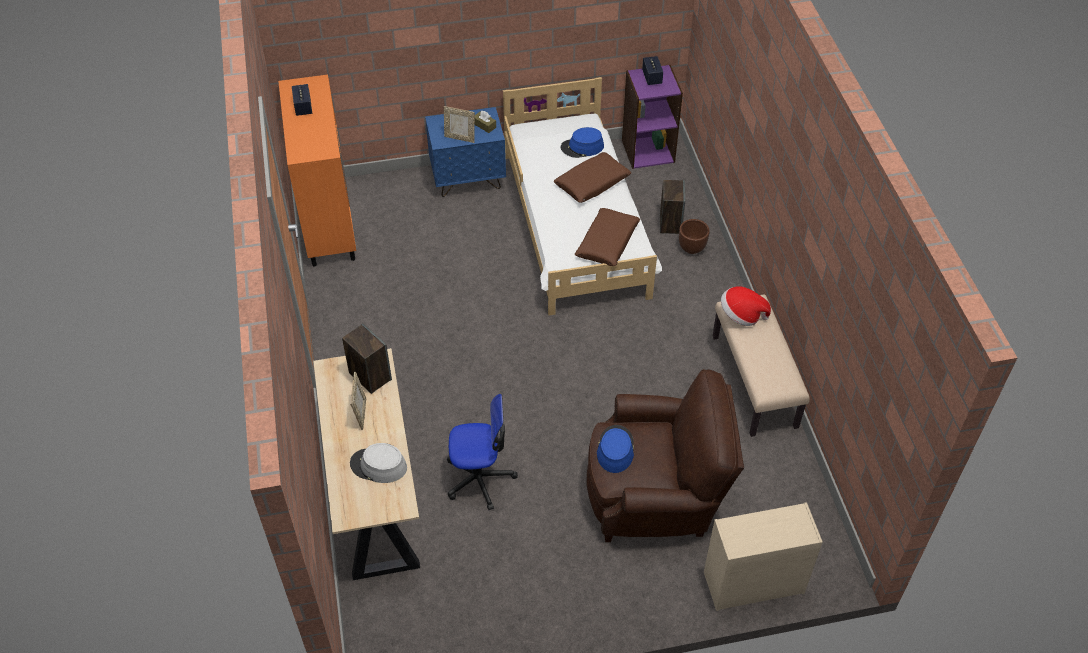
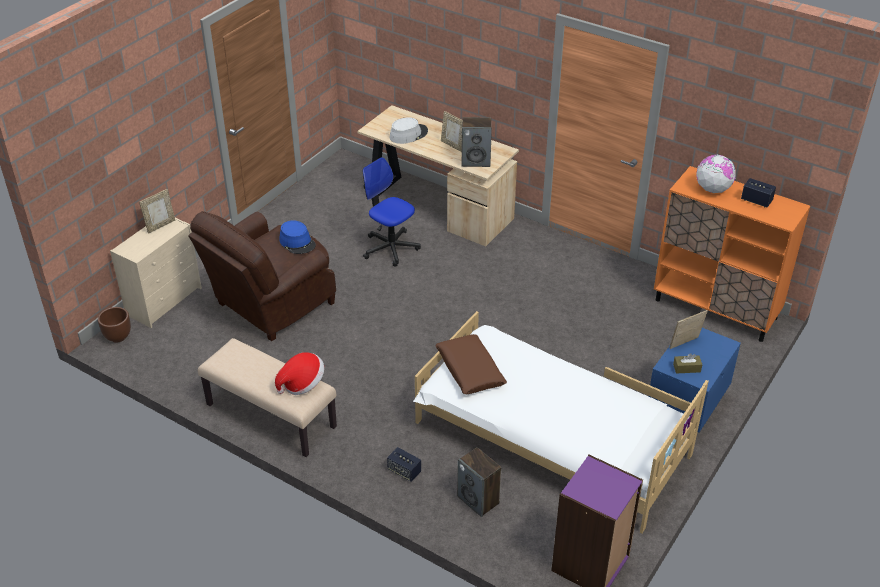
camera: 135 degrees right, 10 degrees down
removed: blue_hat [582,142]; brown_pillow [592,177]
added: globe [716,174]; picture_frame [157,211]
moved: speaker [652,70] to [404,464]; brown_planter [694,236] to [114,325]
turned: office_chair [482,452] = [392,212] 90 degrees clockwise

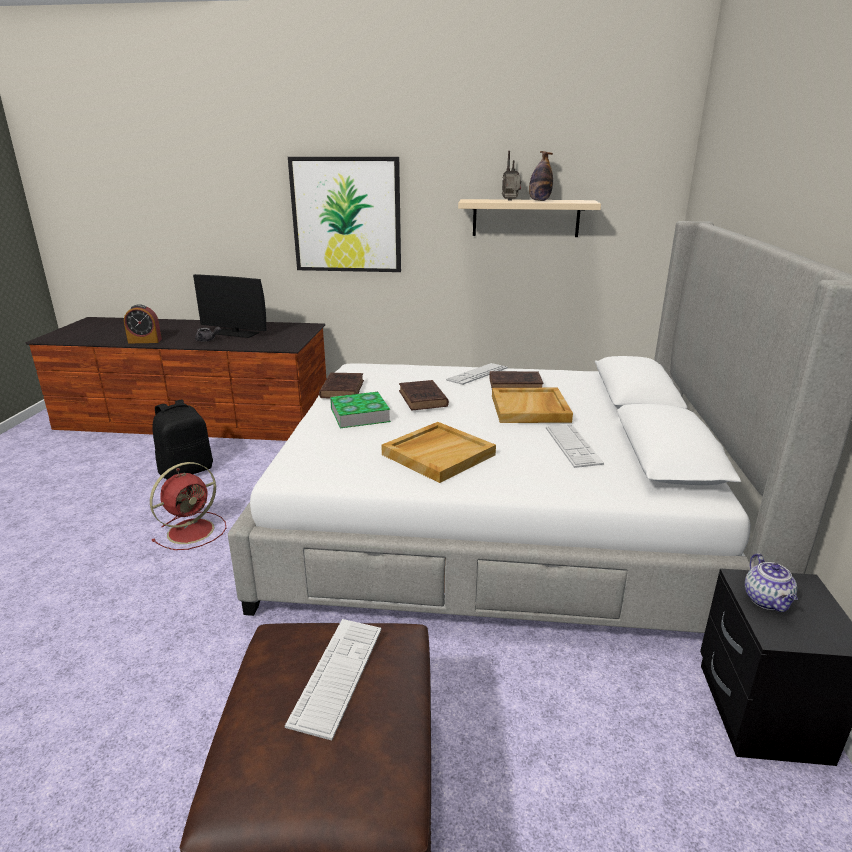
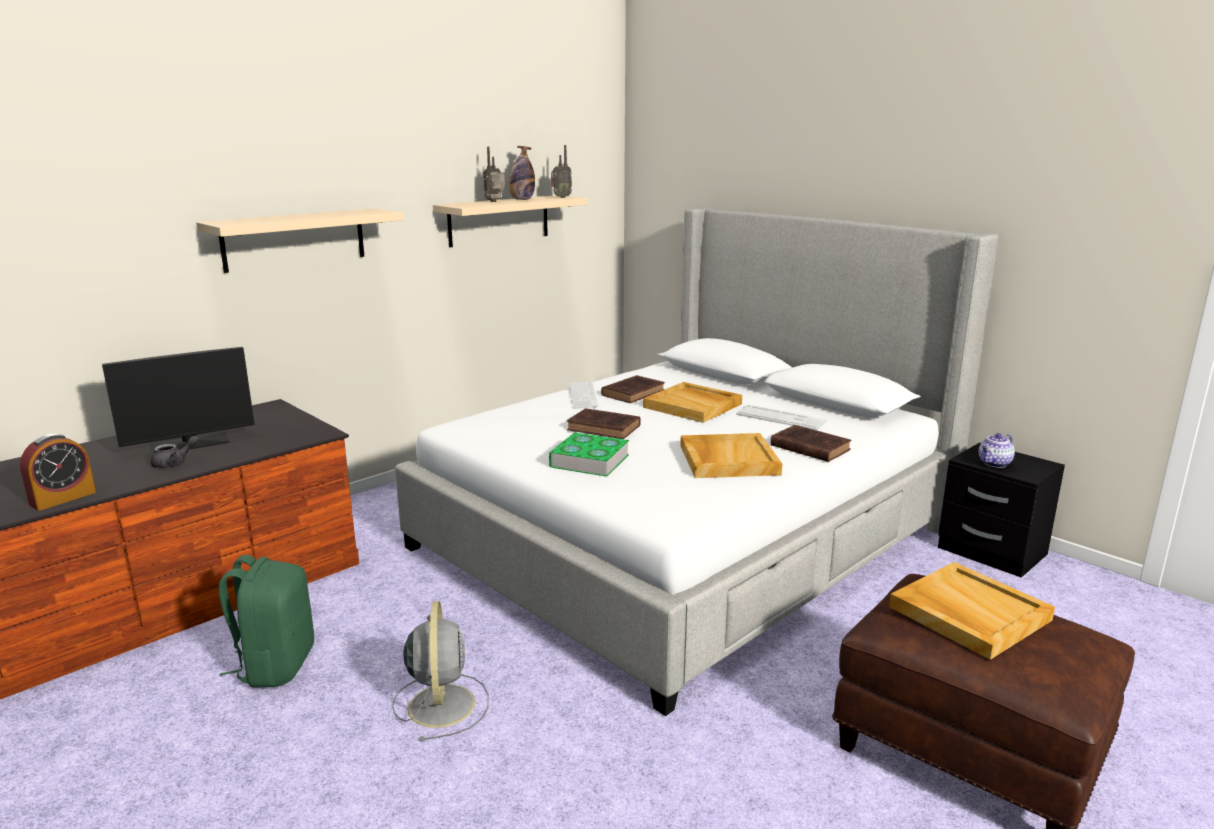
camera: 50 degrees left, 5 degrees down
added: radio [561,171]
moved: brown_book [341,385] to [811,443]
replaced: picture [344,214] to beige_shelf [300,240]; keyboard [333,680] to beige_tray [972,611]
recoloured: black_backpack [182,439] to green_backpack [266,621]; red_fan [188,506] to grey_fan [440,671]
turned: teapot [771,582] = [997,450] 105 degrees clockwise

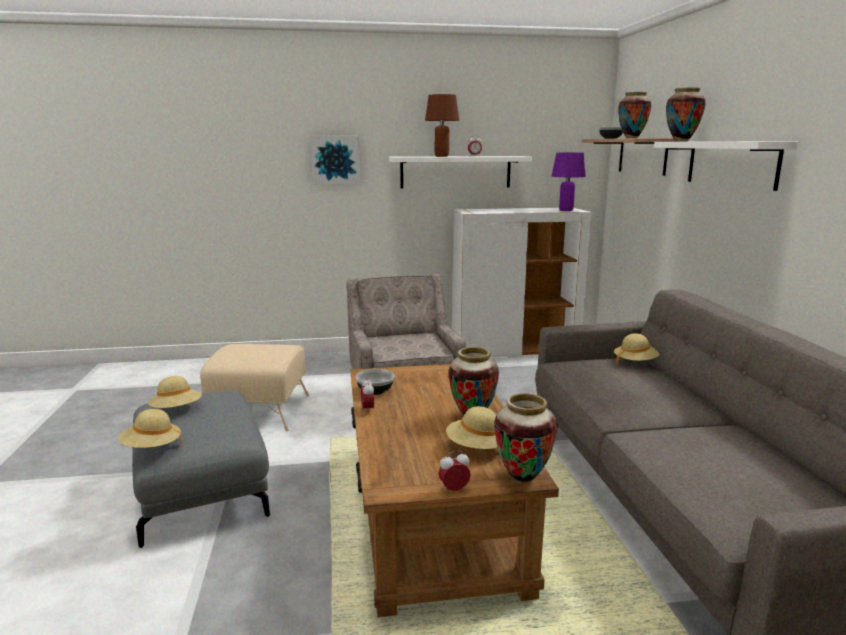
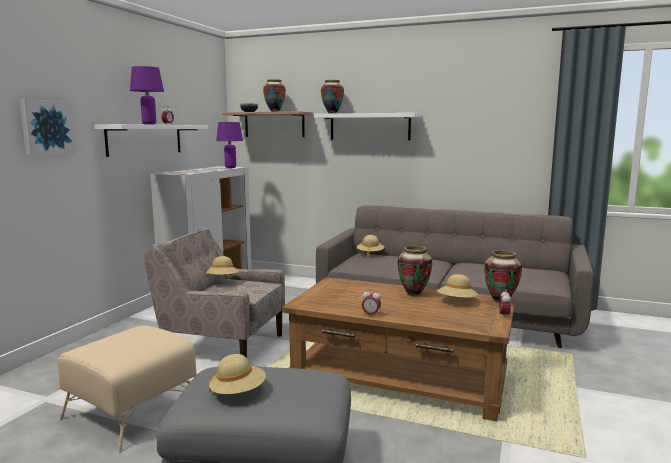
camera: 60 degrees left, 5 degrees down
removed: bowl [375,382]
moved: beige_hat [151,428] to [222,265]
recoloured: brown_table_lamp [442,125] to purple_table_lamp [147,95]

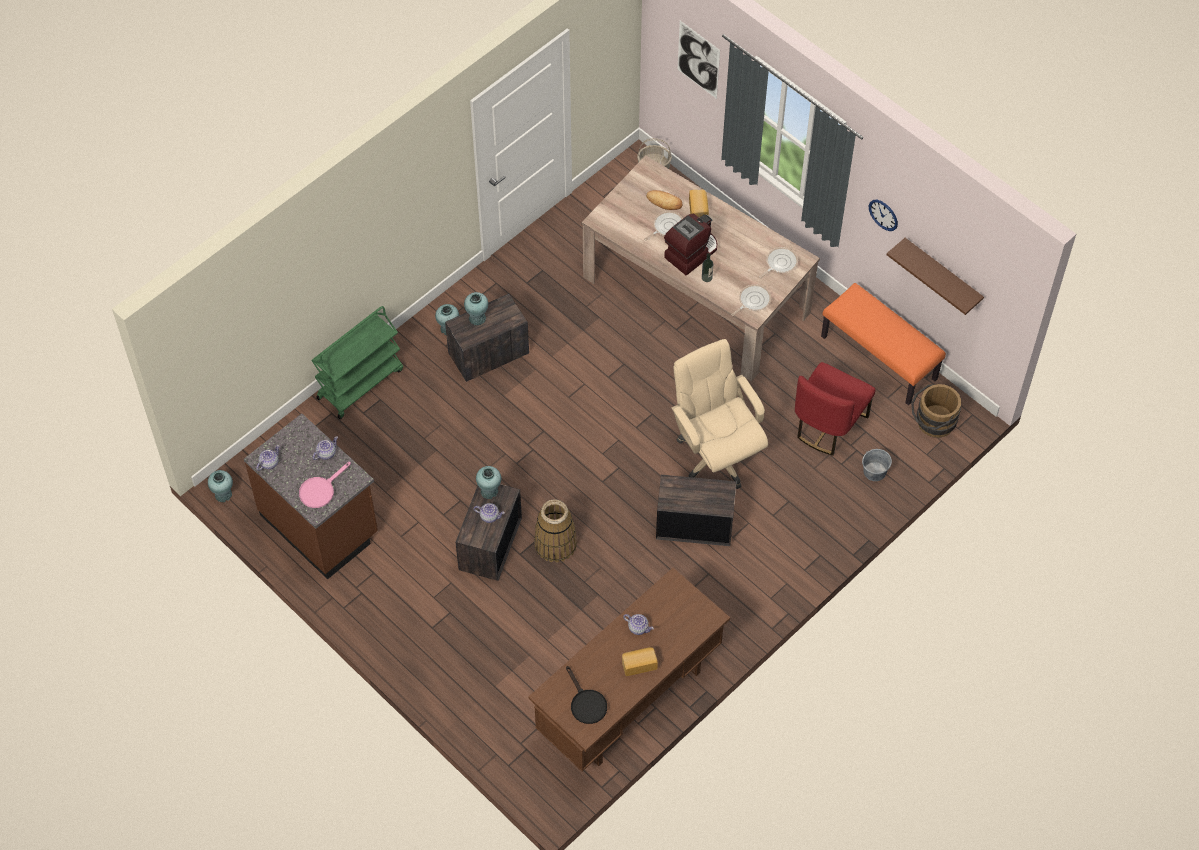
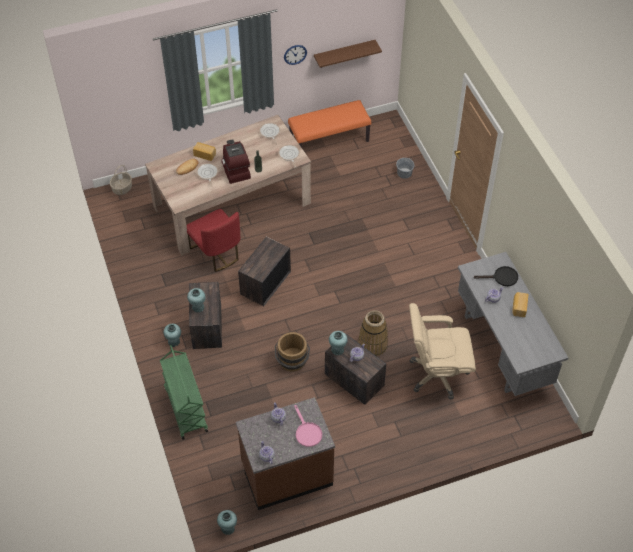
camera: 65 degrees left, 5 degrees down
removed: picture [698,60]
moved: beige_office_chair [719,414] to [442,351]; red_chair [835,409] to [213,240]; brown_bucket [936,411] to [292,352]; crate [696,510] to [264,271]; black_frying_pan [586,695] to [496,276]
recoloured: brown_desk [629,670] to grey_desk [513,324]

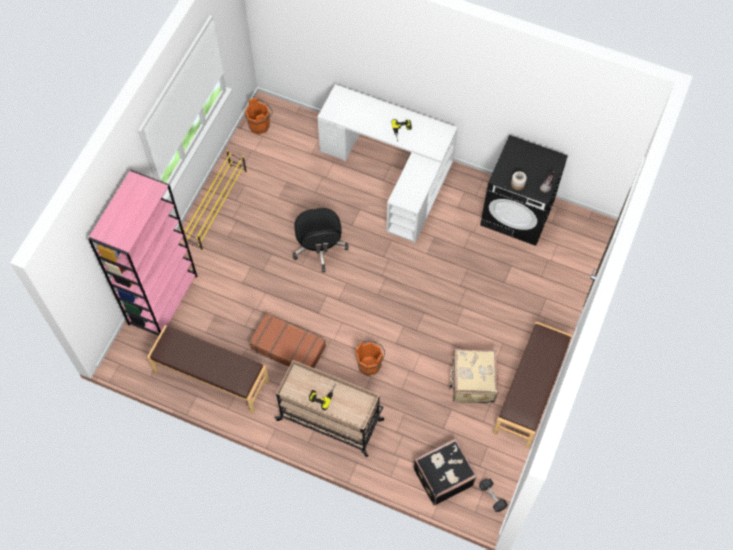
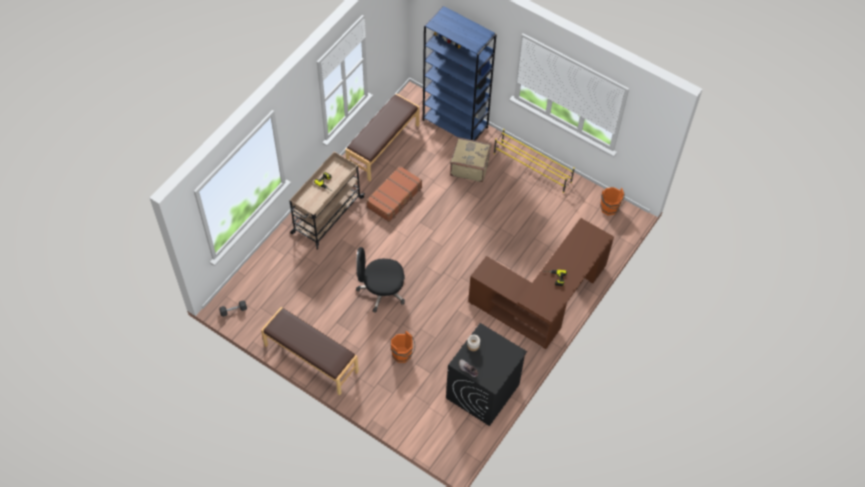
camera: 100 degrees right, 5 degrees down
removed: black_suitcase [445,472]
moved: black_office_chair [321,240] to [380,280]; orange_bucket [370,358] to [403,347]; beige_suitcase [473,376] to [470,159]
recoloured: white_desk [387,163] to brown_desk [541,283]; pink_bookcase [142,252] to blue_bookcase [460,73]

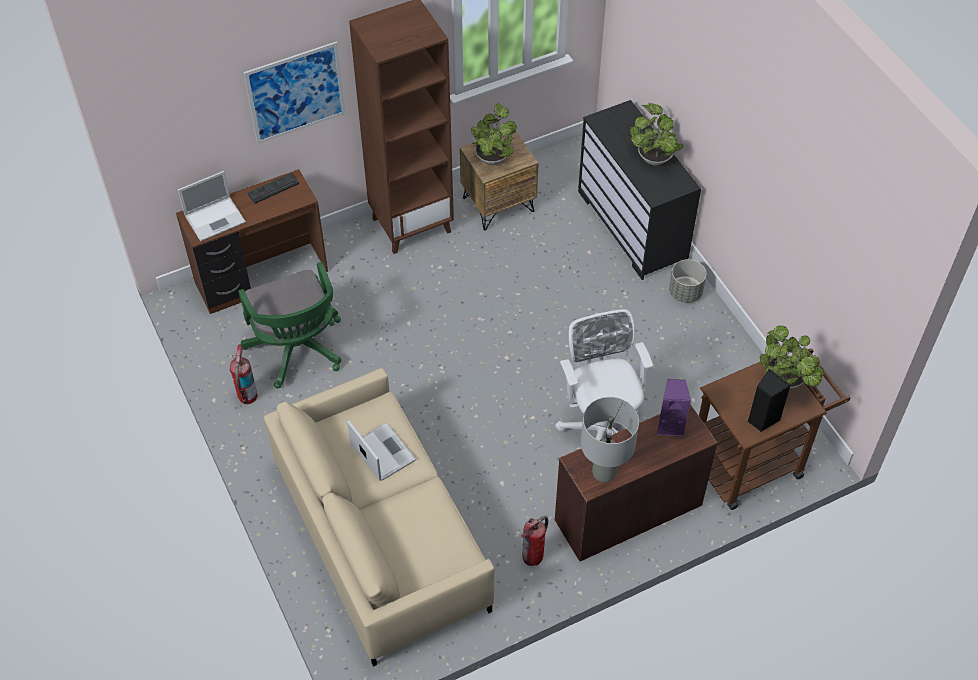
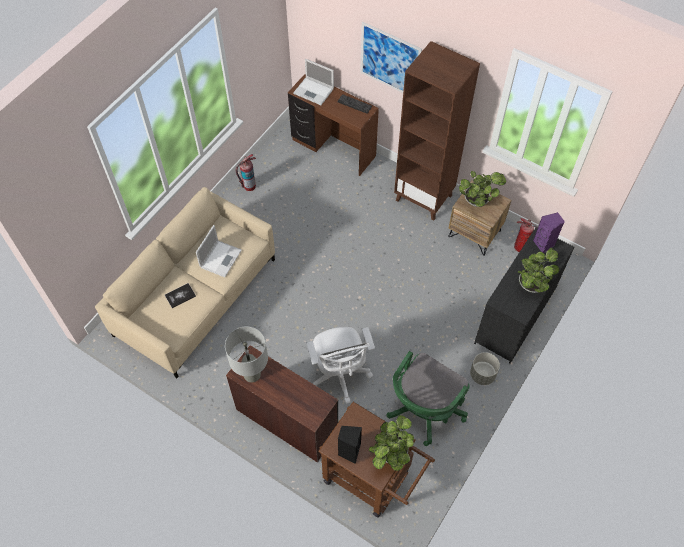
camera: 60 degrees right, 5 degrees up
added: book [180,295]
moved: green_office_chair [289,325] to [428,398]; purple_speaker [674,407] to [549,232]; fire_extinguisher [534,541] to [526,235]
turned: white_office_chair [604,374] = [340,365] 120 degrees clockwise

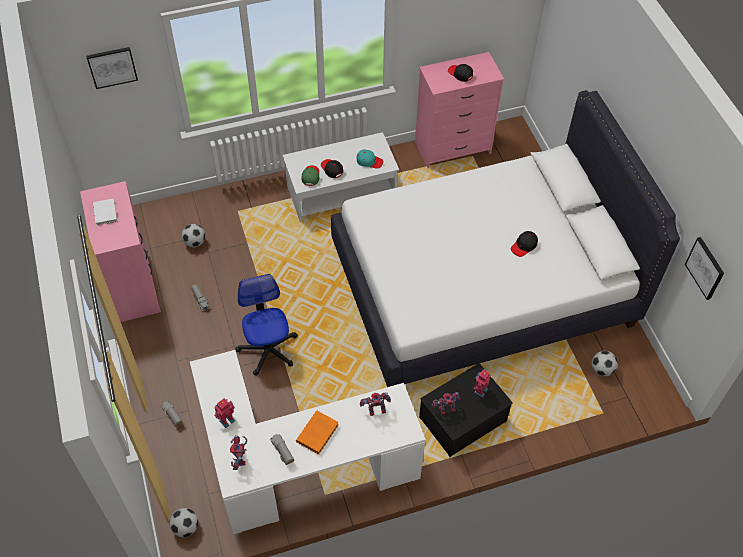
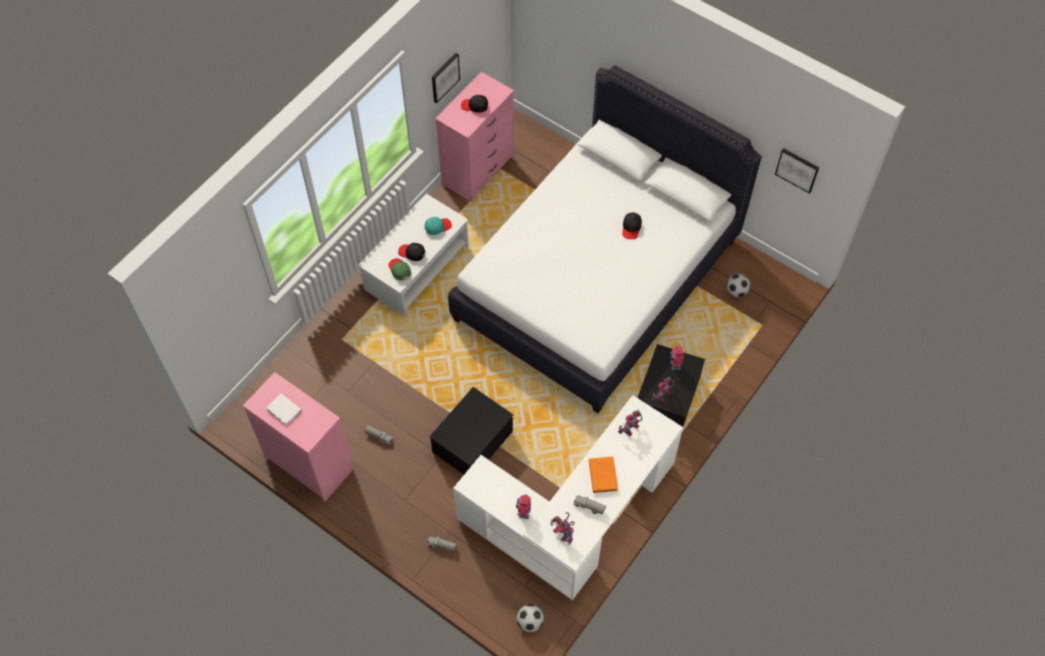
camera: 35 degrees left, 5 degrees up
removed: football [193,235]
moved: picture [112,68] to [446,78]
replaced: office_chair [267,325] to storage_box [471,430]

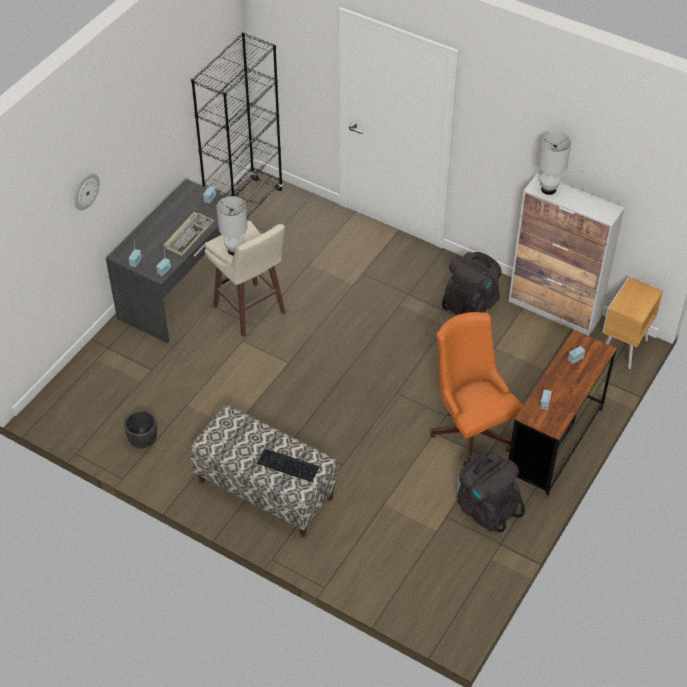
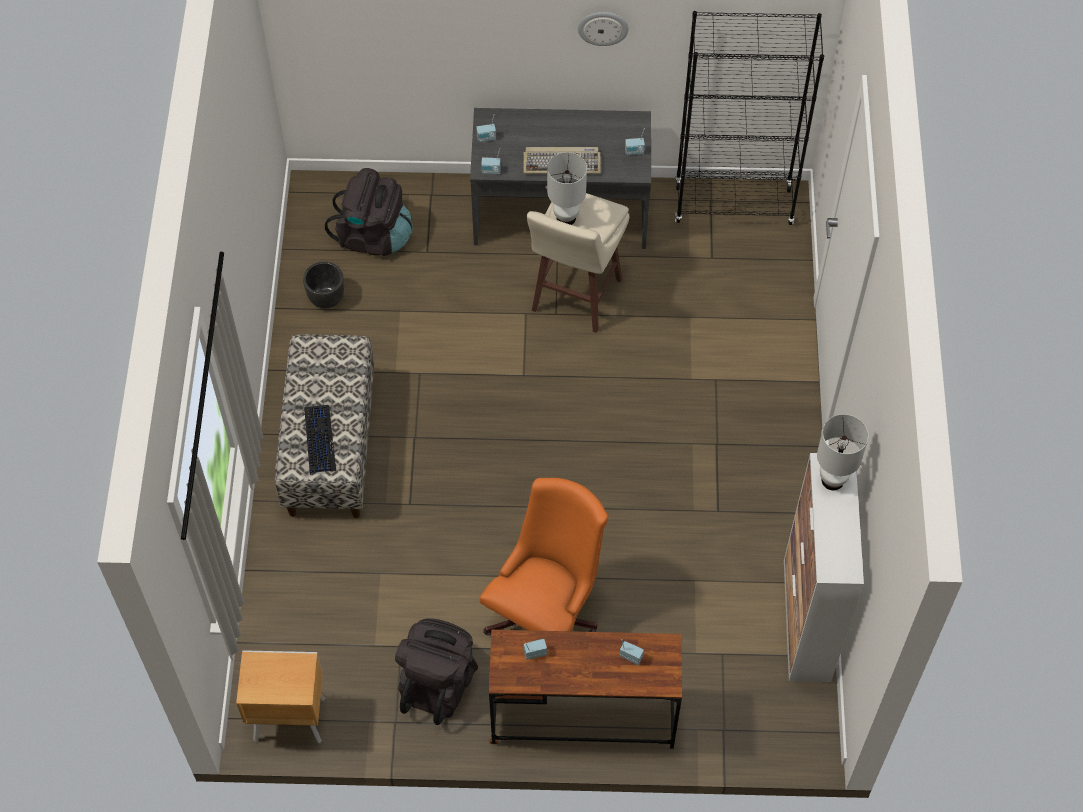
camera: 60 degrees right, 10 degrees up
moved: wall_clock [87,191] to [603,29]; black_backpack [472,283] to [369,212]; brown_nightstand [632,323] to [281,696]

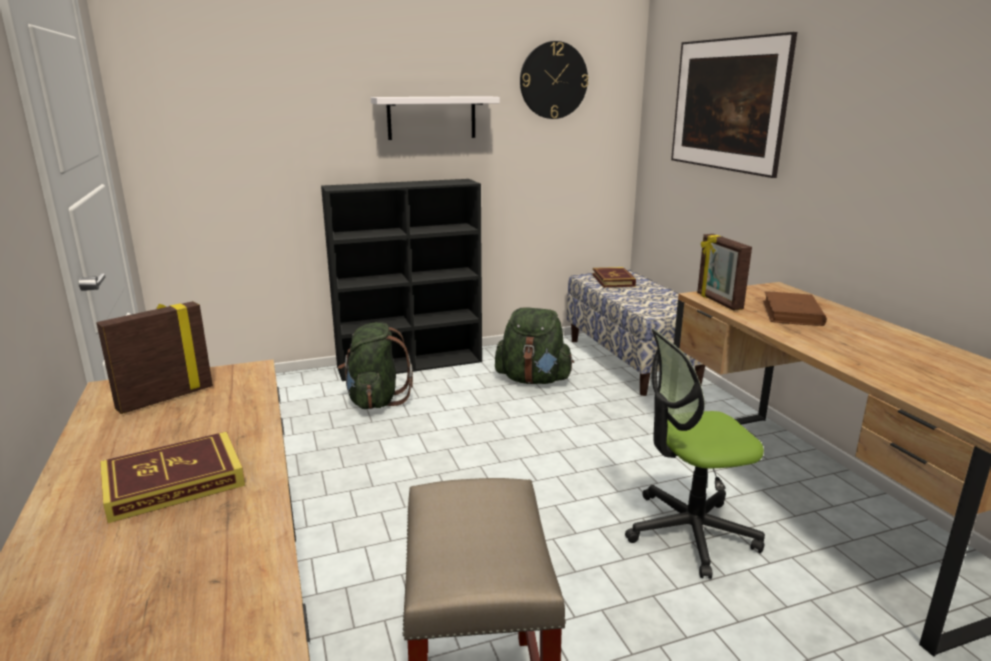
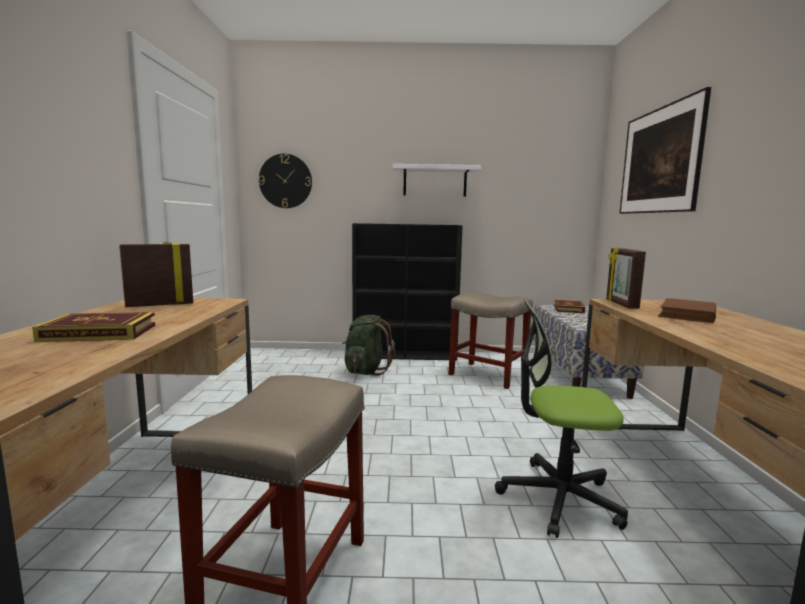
camera: 20 degrees right, 10 degrees down
moved: wall_clock [554,80] to [285,181]
replaced: green_backpack [534,345] to beige_stool [491,340]

